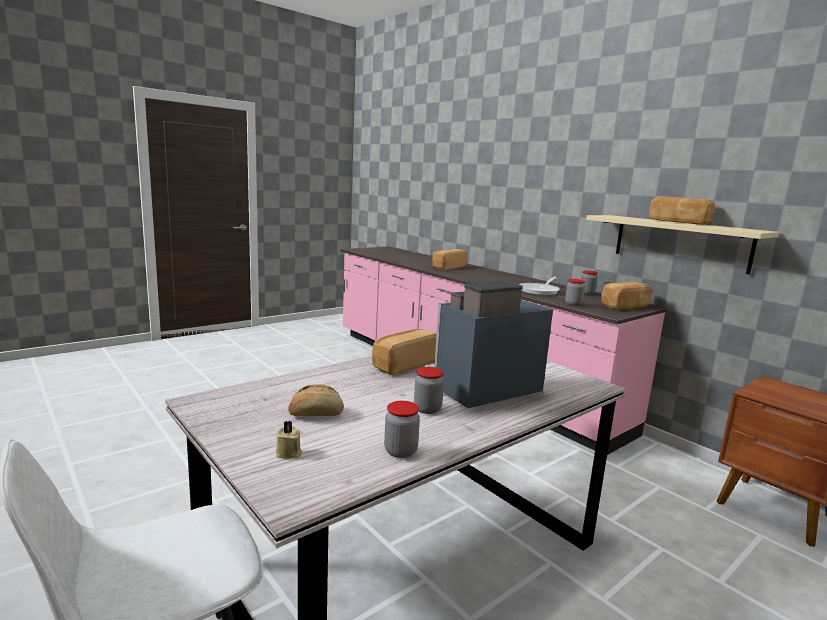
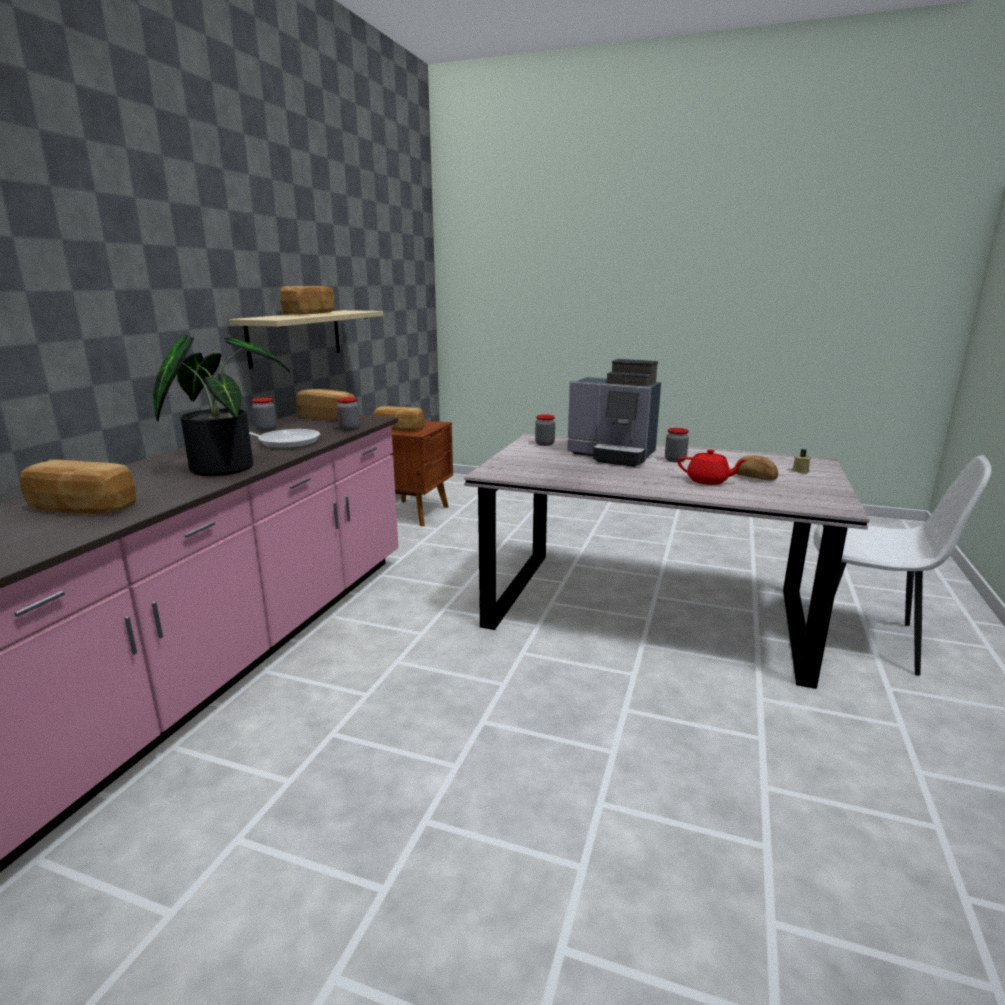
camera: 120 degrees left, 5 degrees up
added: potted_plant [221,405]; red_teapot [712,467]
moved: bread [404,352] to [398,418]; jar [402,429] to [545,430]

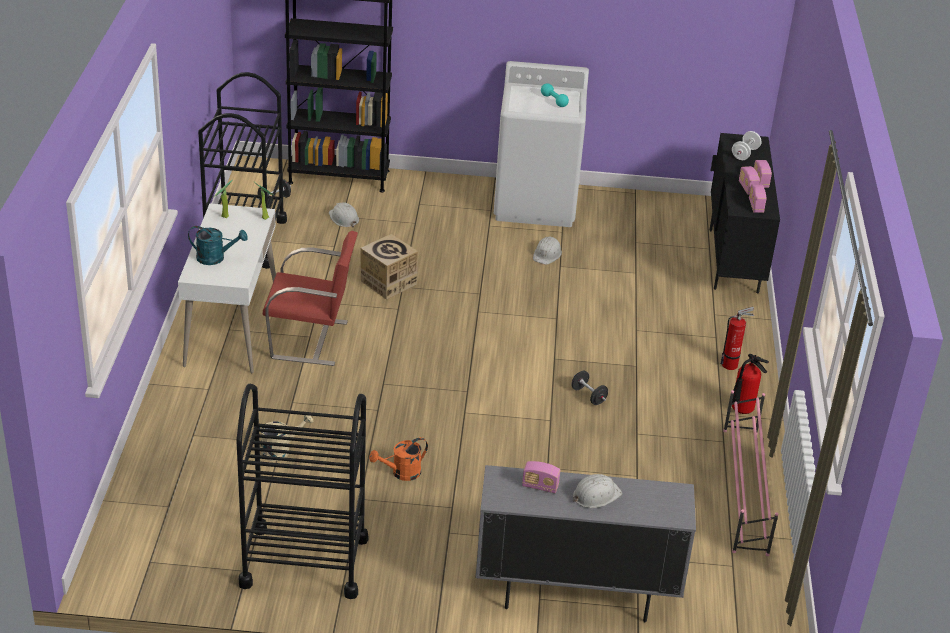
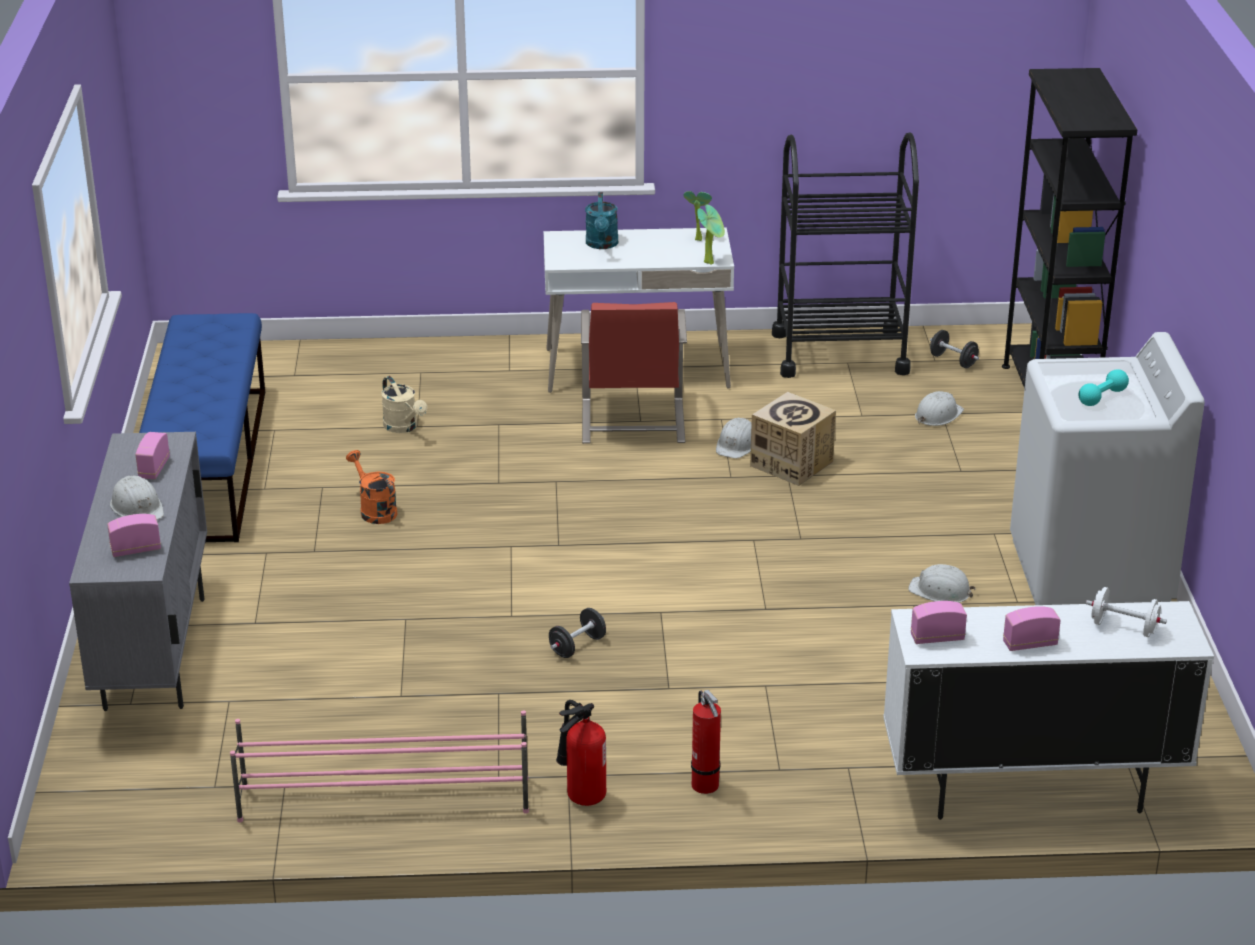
camera: 85 degrees right, 5 degrees down
added: white_hard_hat [734,438]
moved: radio [749,180] to [134,535]
replaced: black_cart [302,491] to blue_bench [202,427]
recoloured: black_cabinet [744,213] to white_cabinet [1048,710]

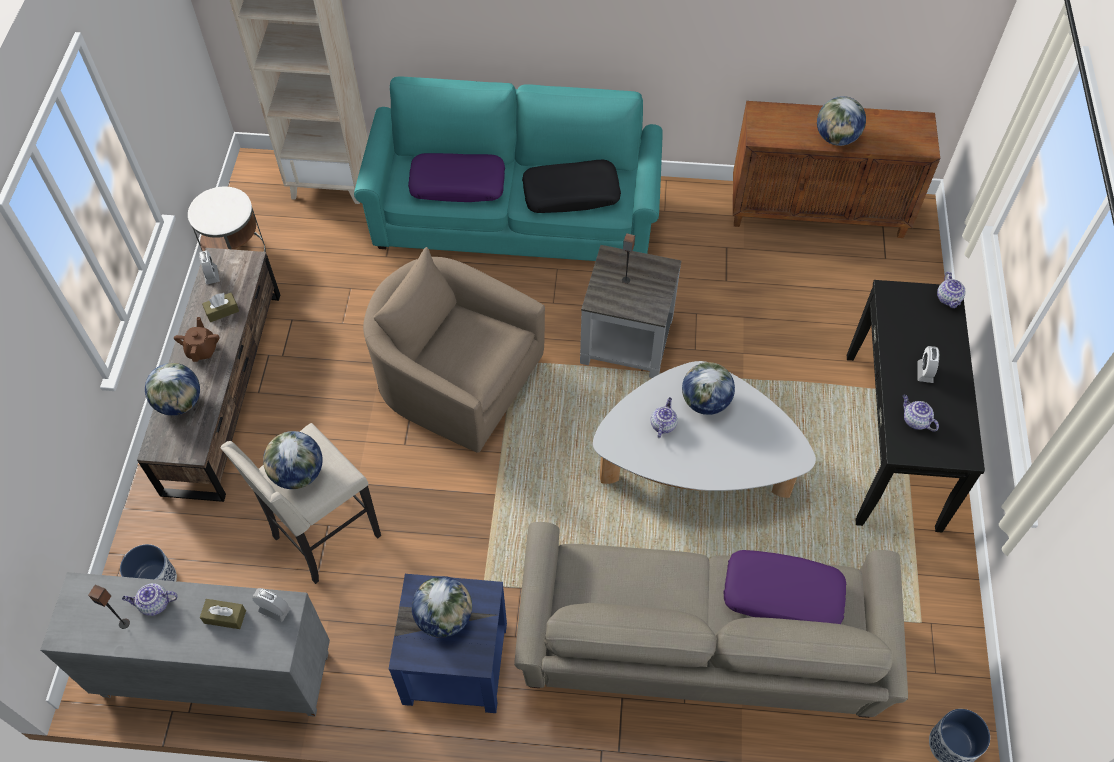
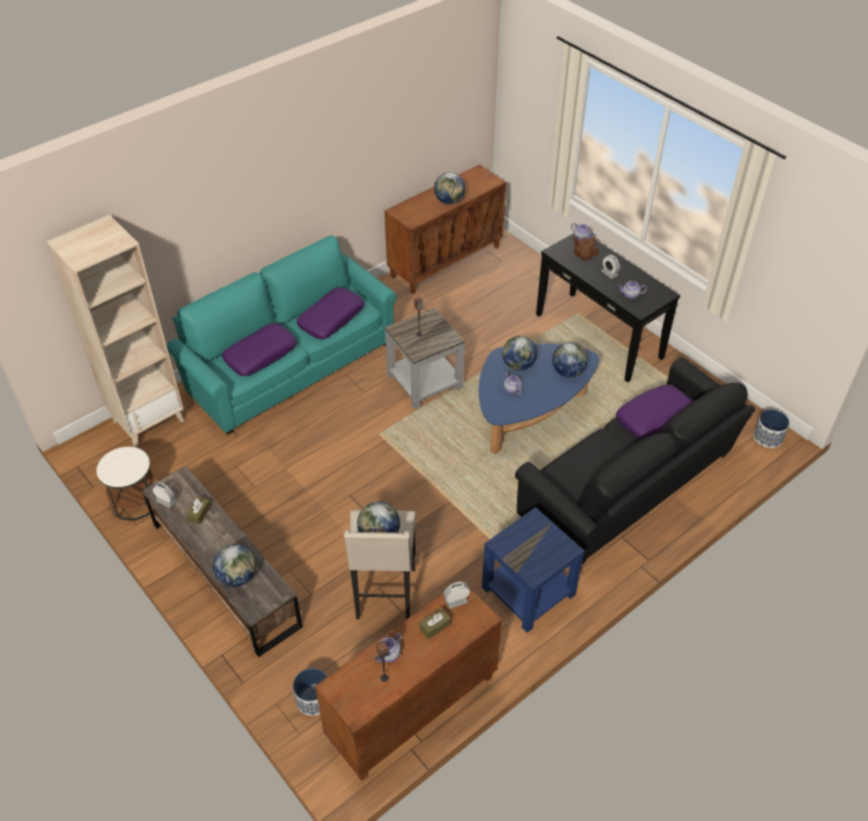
camera: 45 degrees left, 10 degrees down
removed: beige_armchair [454,350]
moved: brown_teapot [196,339] to [586,249]; globe [442,607] to [570,360]
recoloured: black_pillow [571,186] to purple_pillow [330,313]; white_coffee_table [704,429] to blue_coffee_table [539,398]; beige_sofa [711,620] to black_sofa [635,462]; grey_cabinet [185,644] to brown_cabinet [408,680]

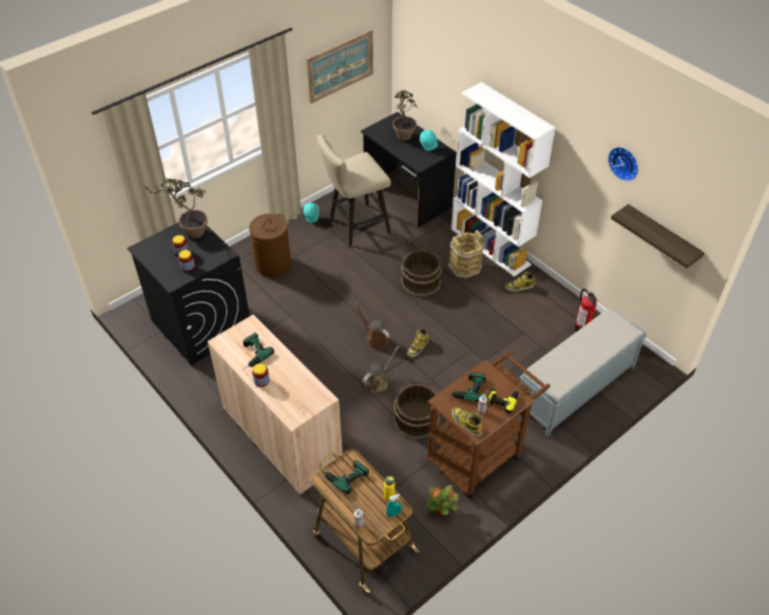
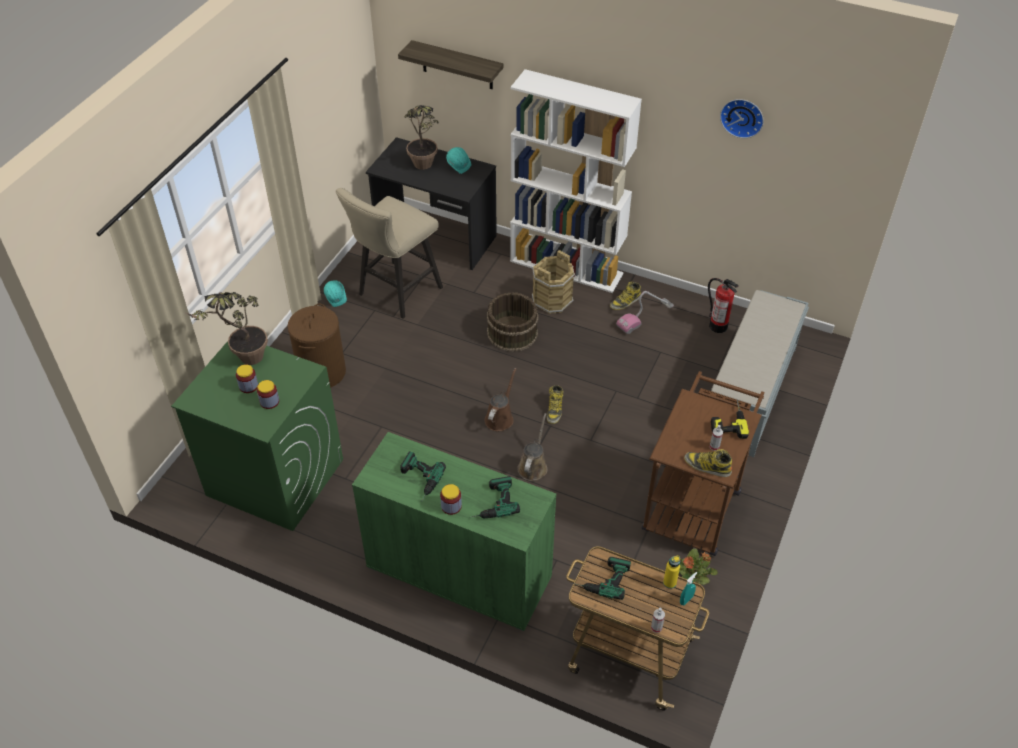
camera: 25 degrees left, 0 degrees up
removed: picture [339,67]; brown_bucket [417,411]
added: vacuum_cleaner [645,312]
moved: shelf [657,236] to [450,64]; power_drill [465,387] to [496,497]
recoloured: black_washing_machine [188,293] to green_washing_machine [257,436]; beige_cabinet [275,405] to green_cabinet [454,531]
turned: brown_watering_can [373,326] = [501,399] 90 degrees clockwise

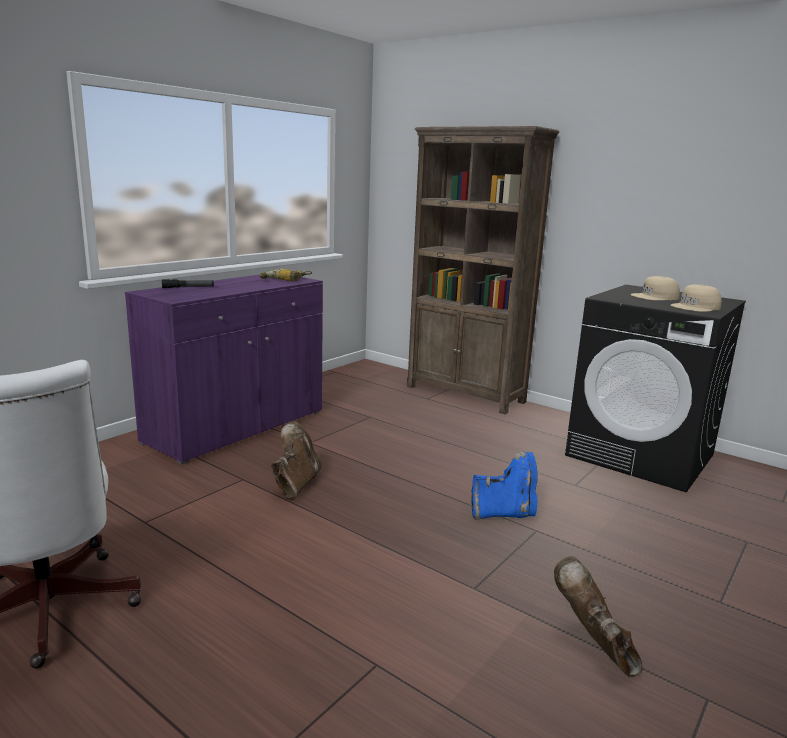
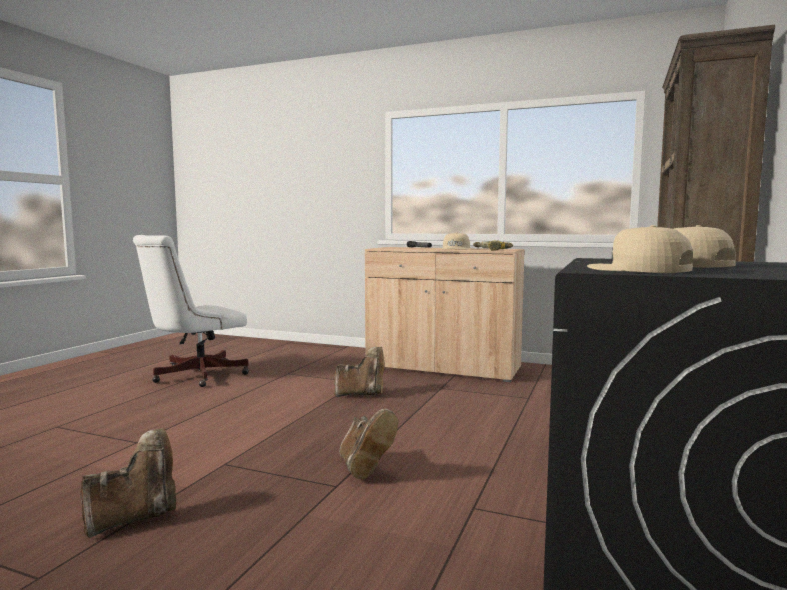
camera: 75 degrees right, 10 degrees down
added: beige_cap [456,241]
recoloured: purple_cabinet [224,369] to beige_cabinet [445,314]; blue_boot [504,486] to brown_boot [368,444]

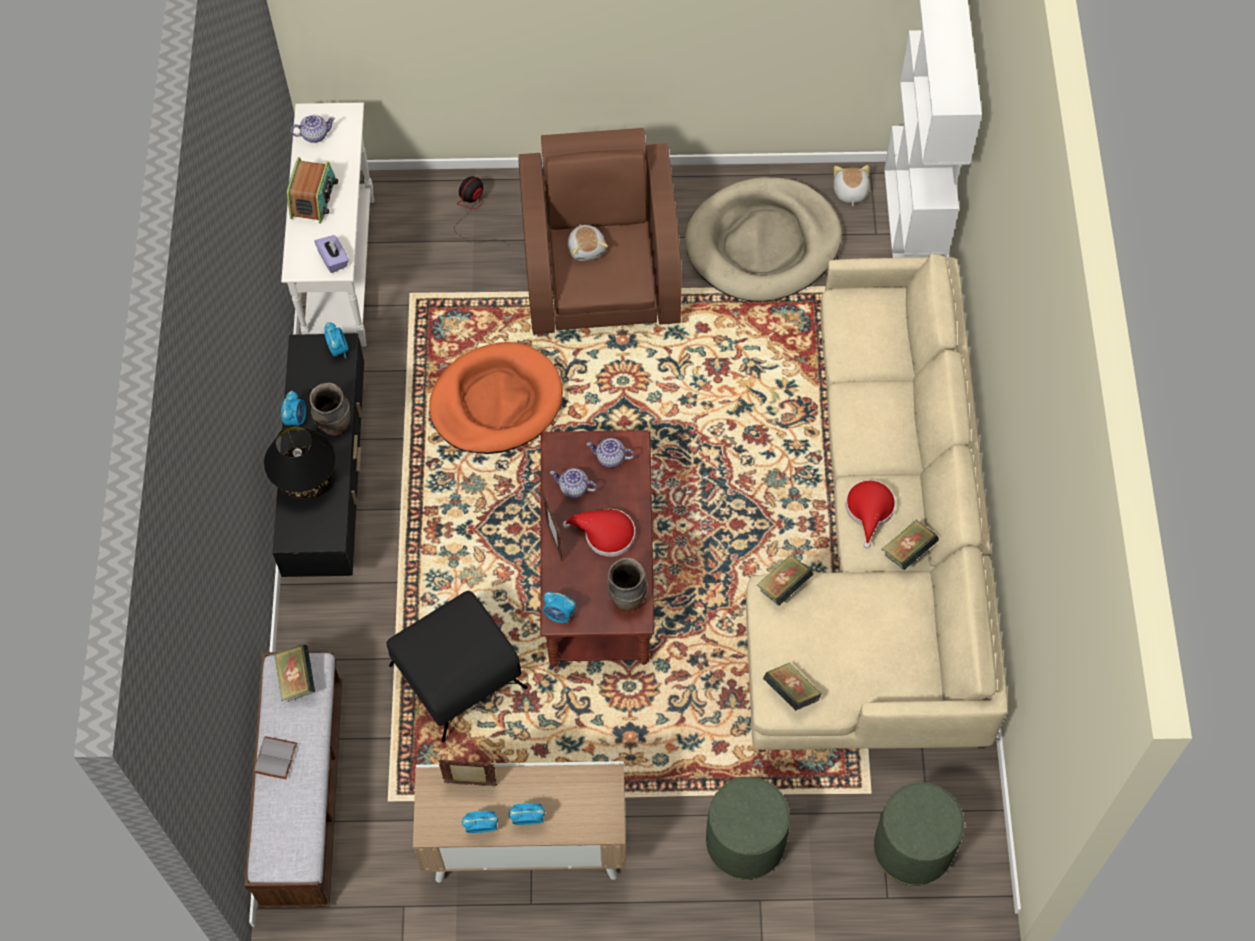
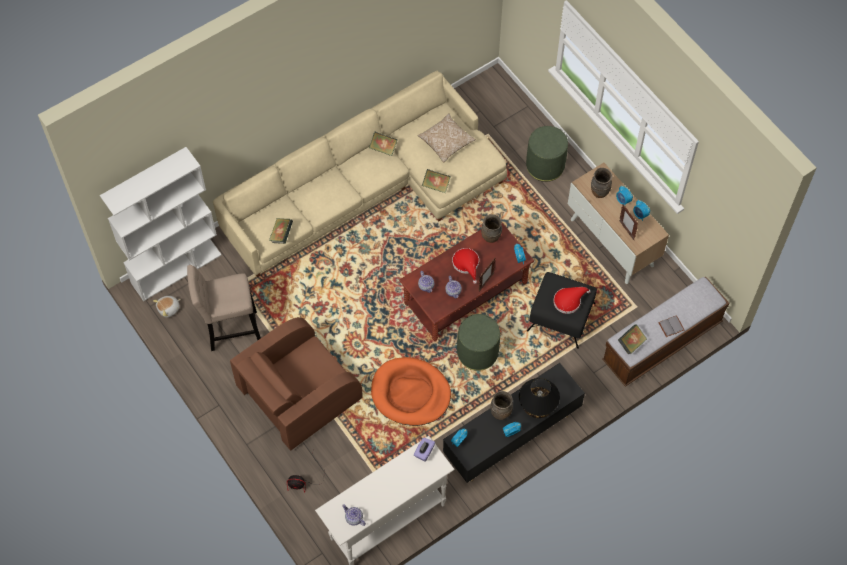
camera: 125 degrees left, 0 degrees up
removed: radio [312,190]; plush_toy [588,242]
added: pillow [447,137]; brown_vase [602,183]
moved: red_hat [871,514] to [572,300]; book [792,686] to [281,231]; green_ottoman [919,834] to [478,342]
replaced: beige_dog_bed [763,239] to beige_stool [224,308]

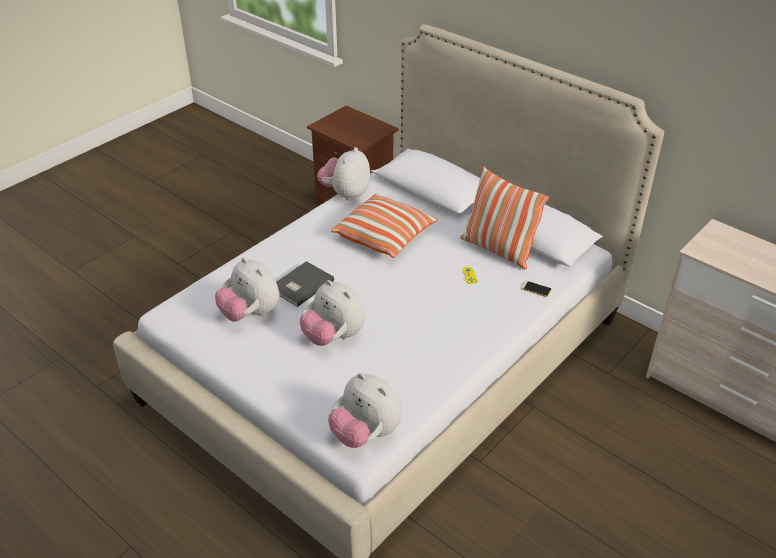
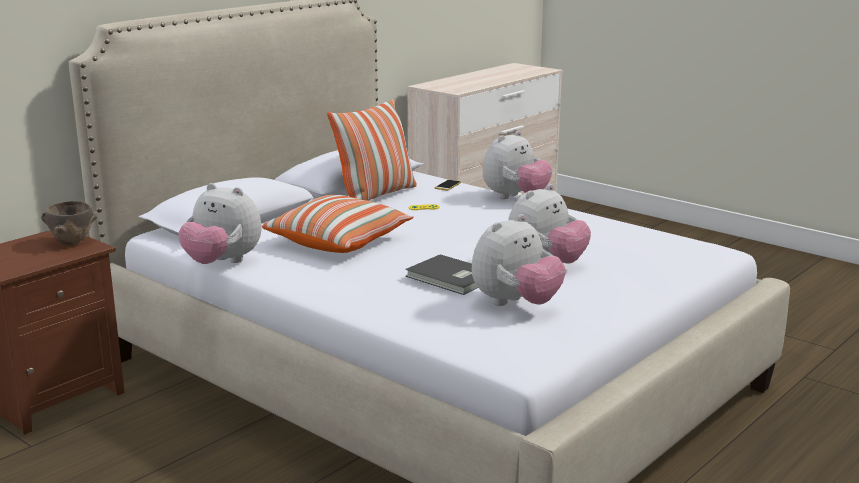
camera: 90 degrees left, 20 degrees down
added: brown_bowl [69,223]
moved: plush_toy [365,410] to [517,165]

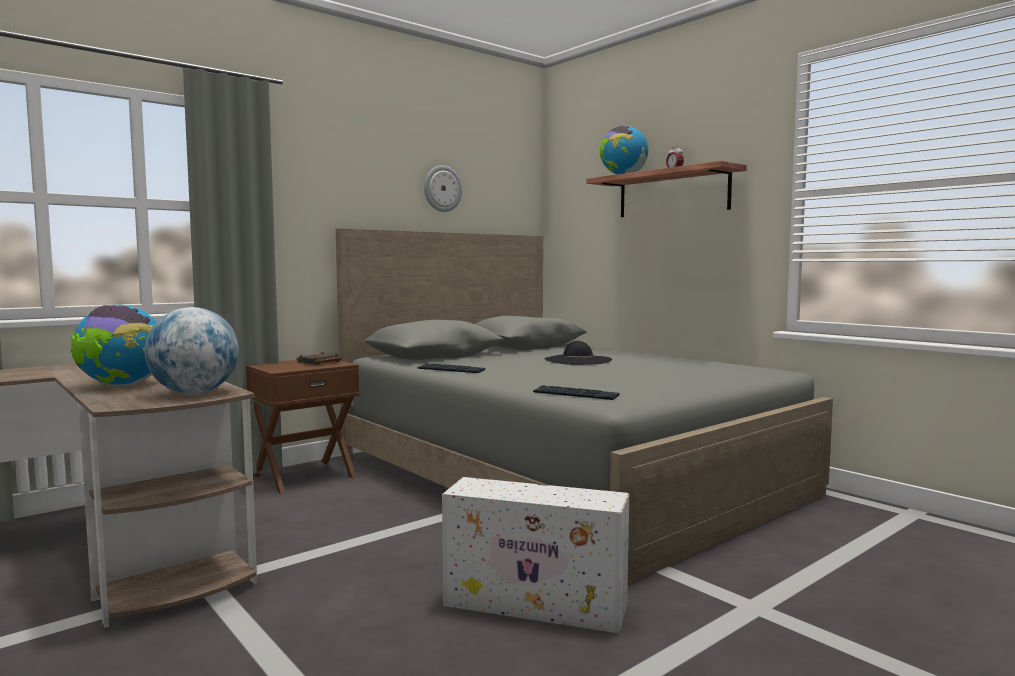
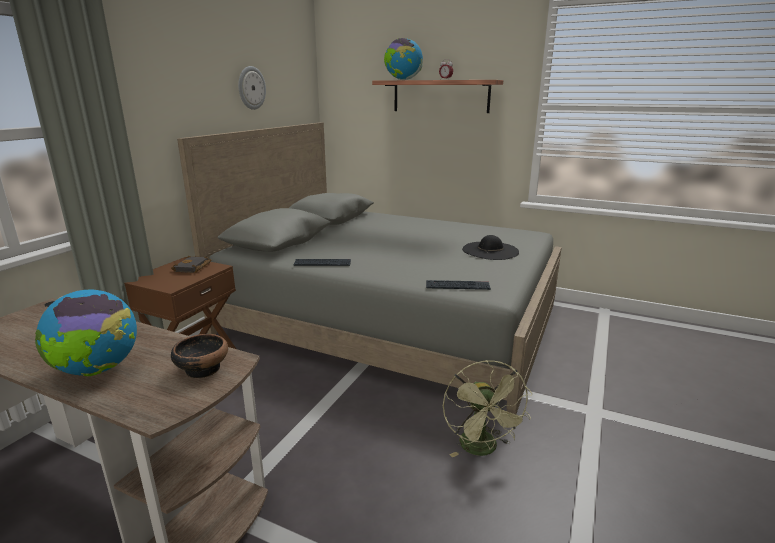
camera: 25 degrees left, 15 degrees up
moved: black_hat [578,353] to [490,247]
replaced: globe [191,350] to bowl [199,356]; white_storage_box [535,555] to green_fan [487,408]

